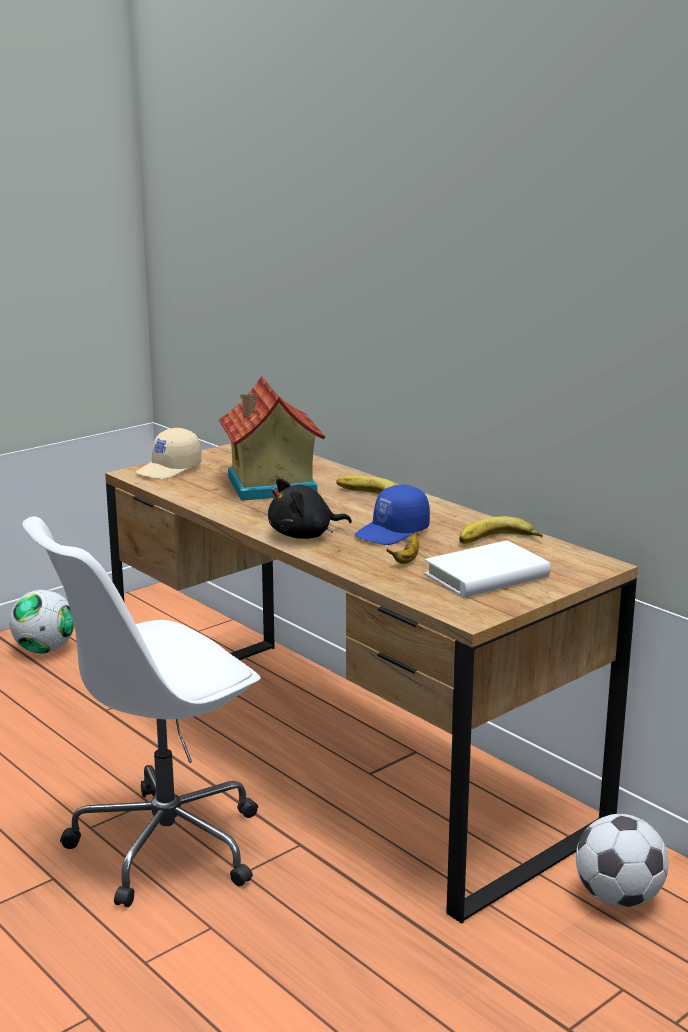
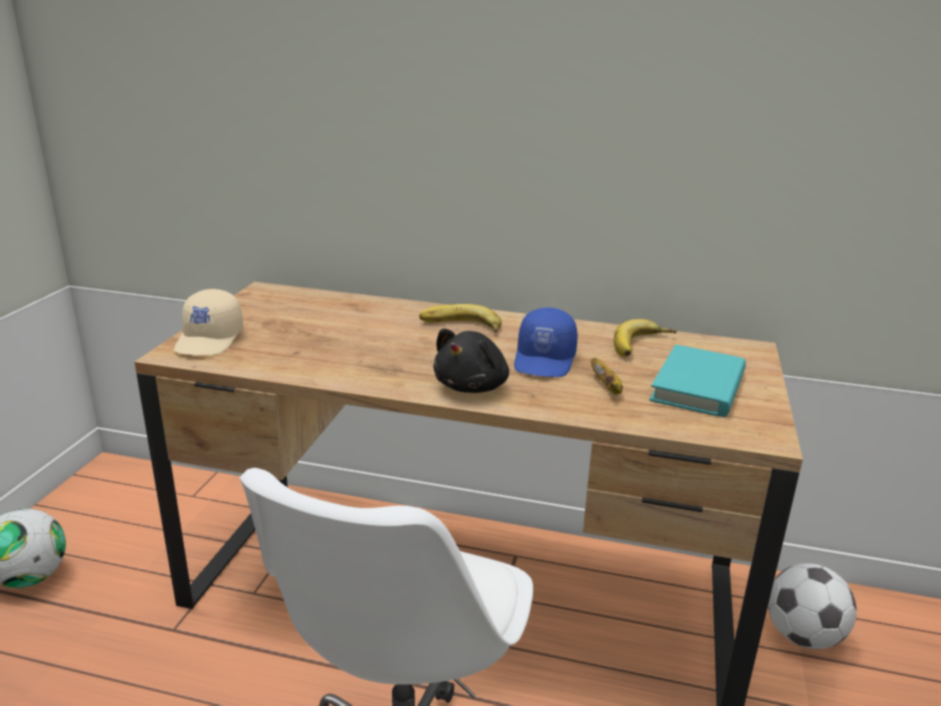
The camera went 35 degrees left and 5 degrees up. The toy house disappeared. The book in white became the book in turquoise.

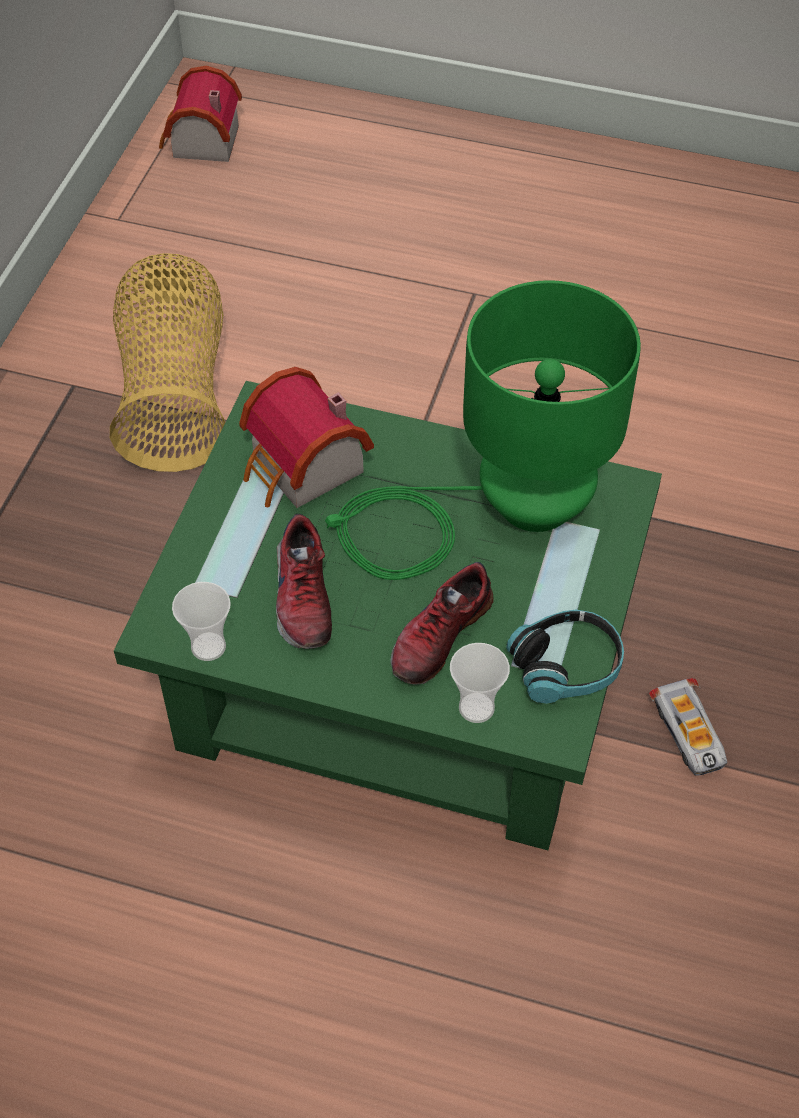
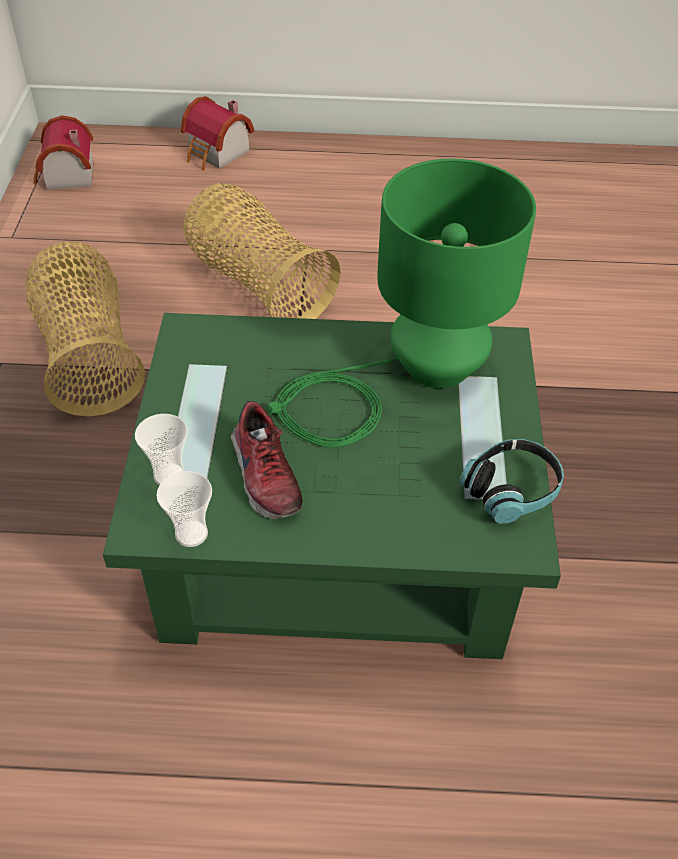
The camera went 15 degrees left and 5 degrees down. The toy house (2nd from left) moved. The shoe (2nd from left) disappeared. The cup (2nd from left in the first image) moved. The toy car disappeared. The basket (2nd from left) appeared.

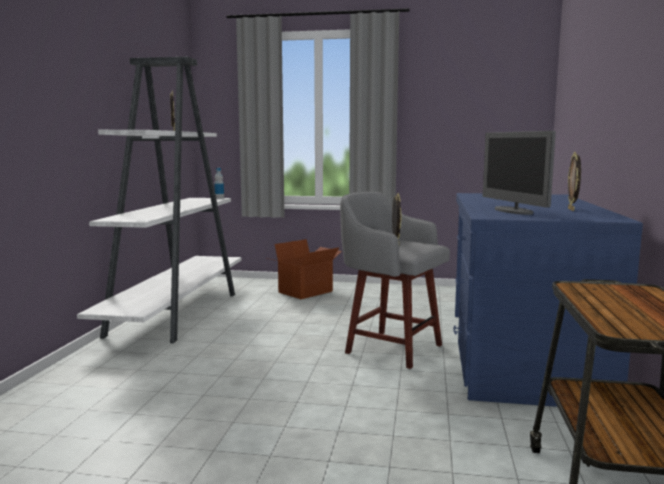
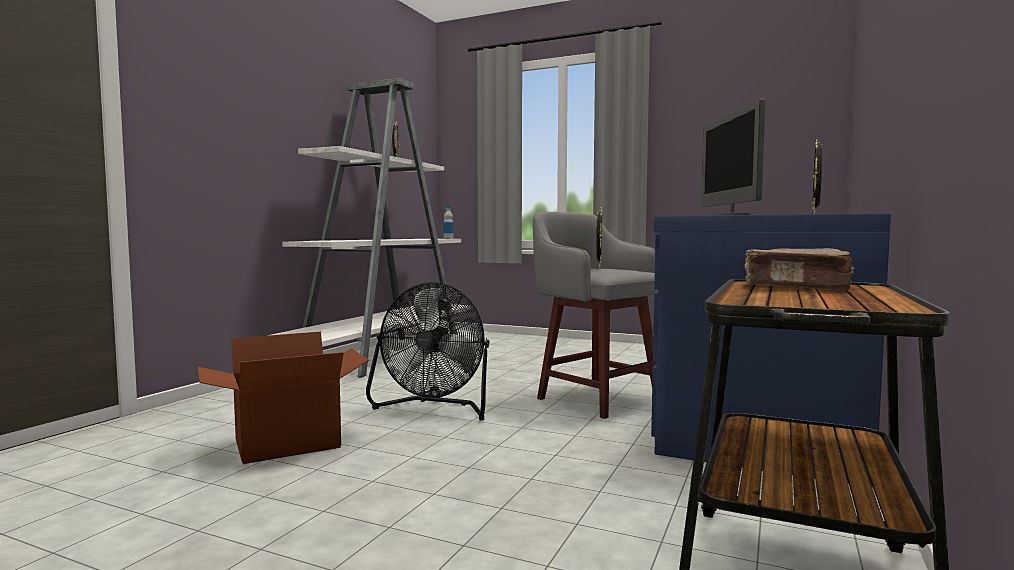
The camera went 15 degrees right and 5 degrees down. The cardboard box moved. The book in brown appeared. The fan in black appeared.

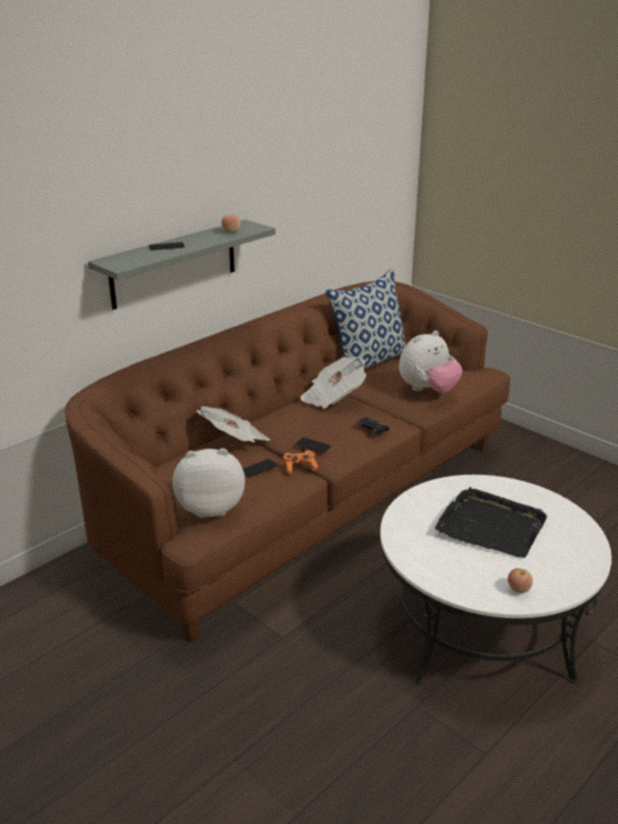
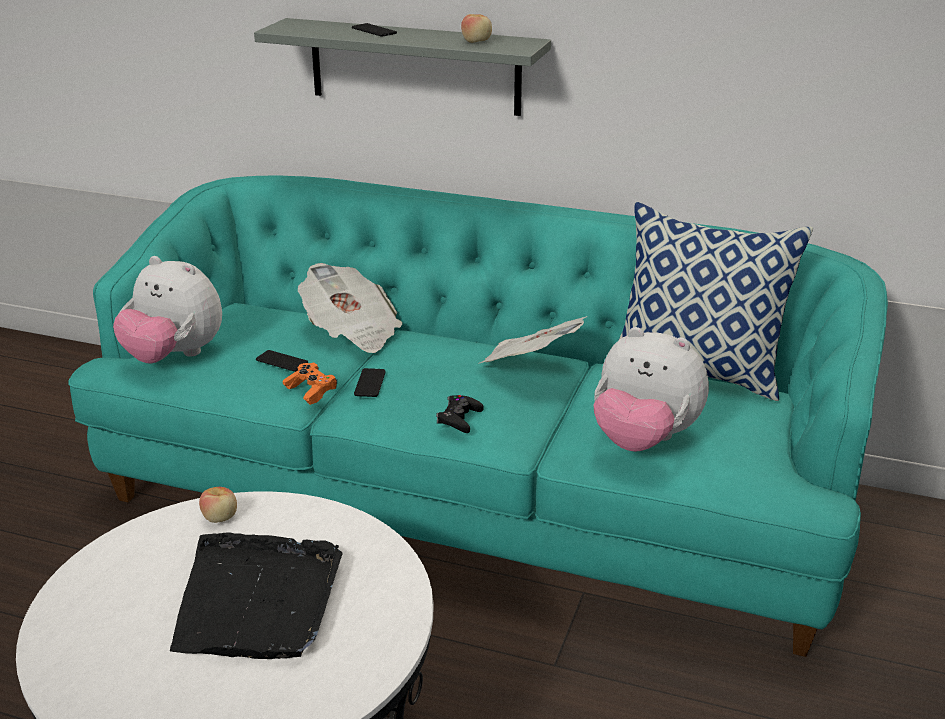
The camera went 65 degrees right and 0 degrees up. The sofa in brown became the sofa in turquoise. The plush toy (1st from left) turned 150 degrees clockwise. The apple (2nd from left in the first image) moved.

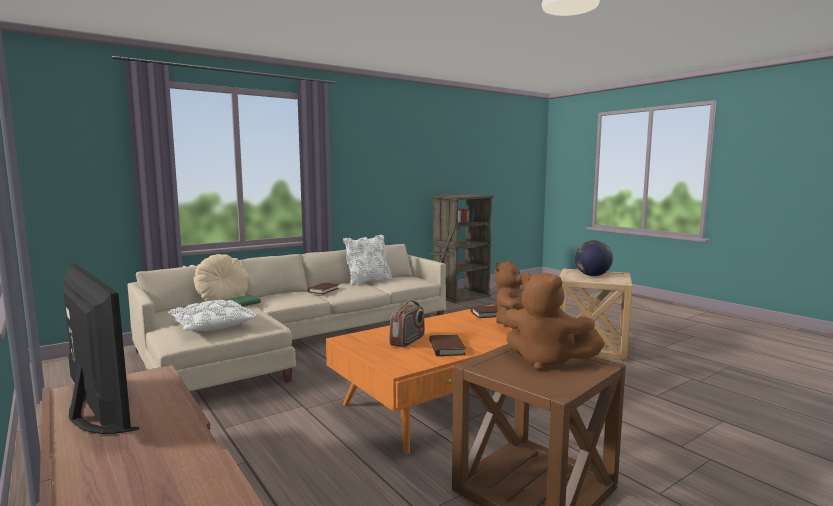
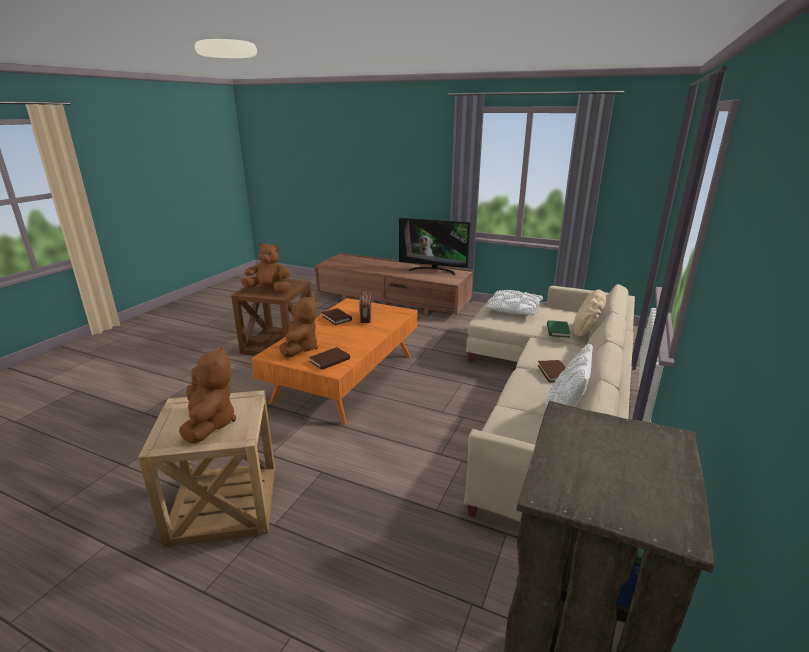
The camera went 150 degrees right and 15 degrees up. The globe was replaced by the plush toy in brown (1st from left).

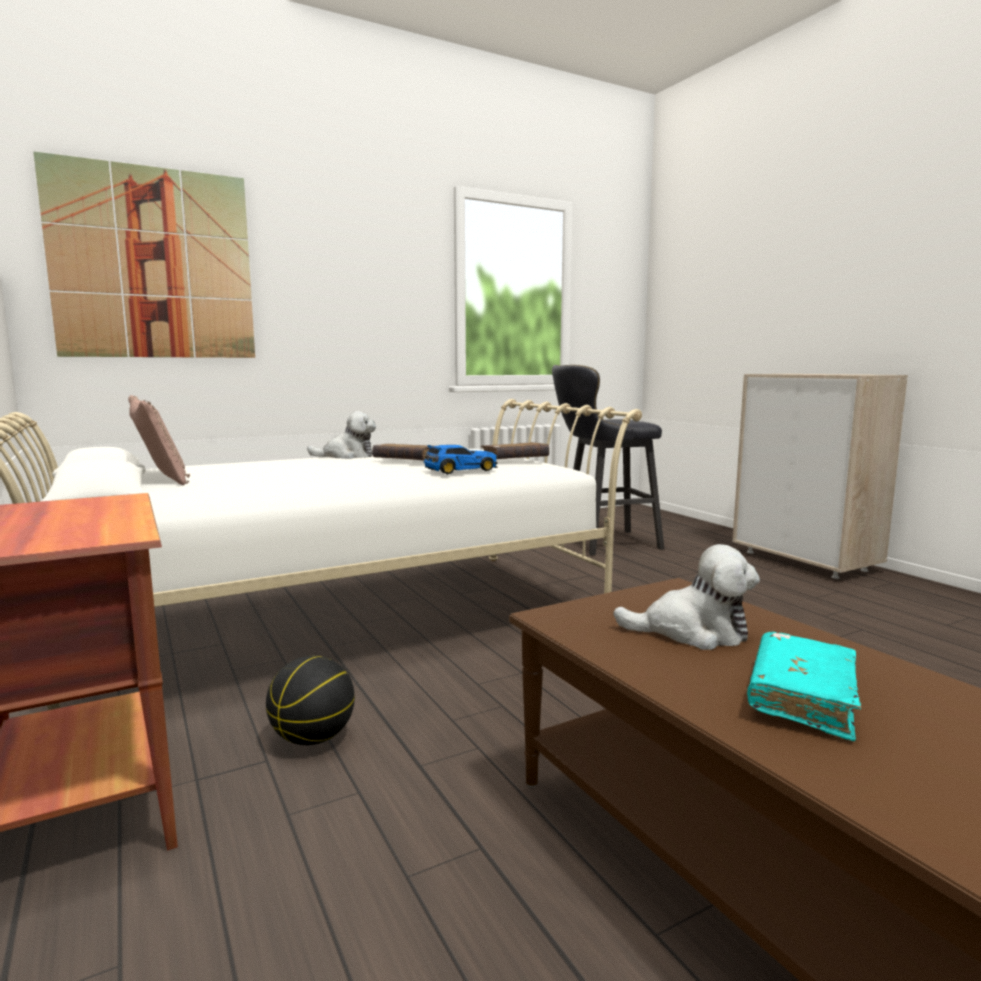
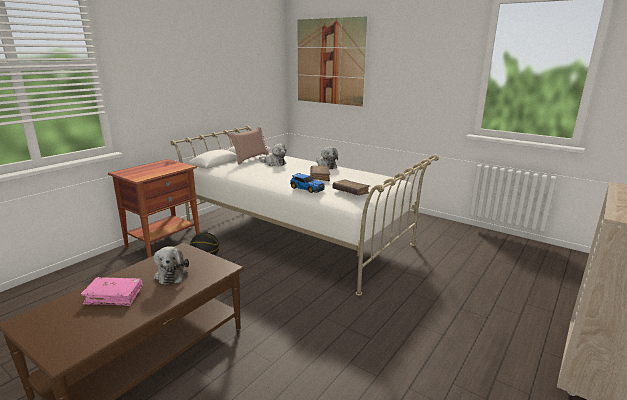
The camera went 65 degrees right and 10 degrees up. The stool in black disappeared. The book in turquoise became the book in pink. The plush toy (2nd from left) appeared.

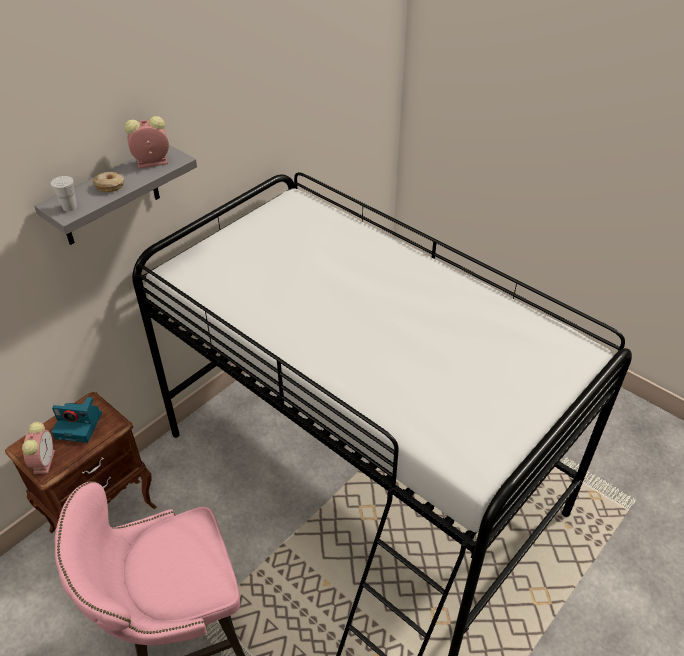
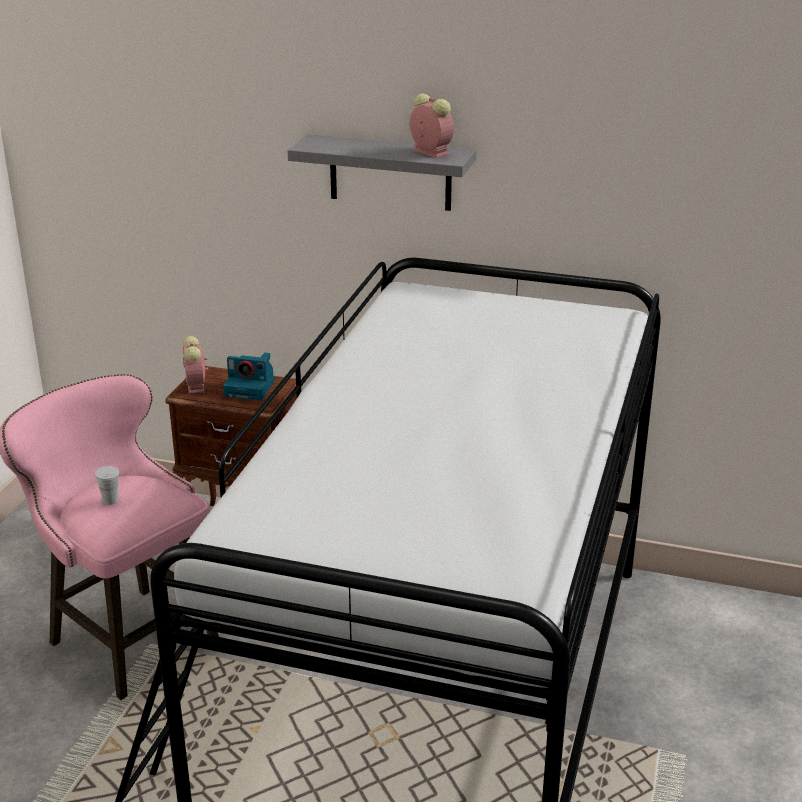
The camera went 65 degrees right and 15 degrees down. The donut disappeared. The cup in white moved. The photo camera turned 60 degrees counterclockwise. The alarm clock (1st from left) turned 105 degrees clockwise.

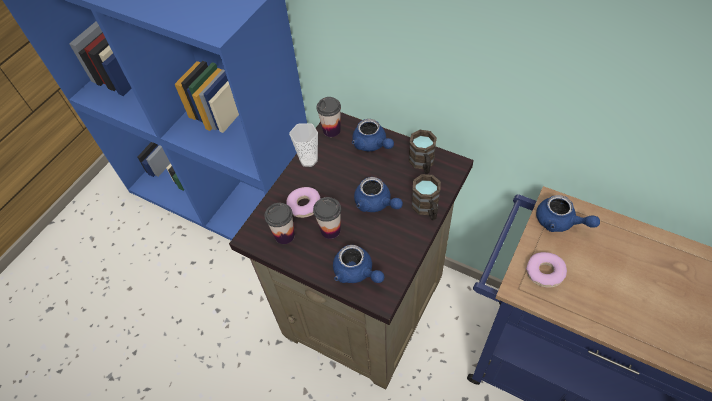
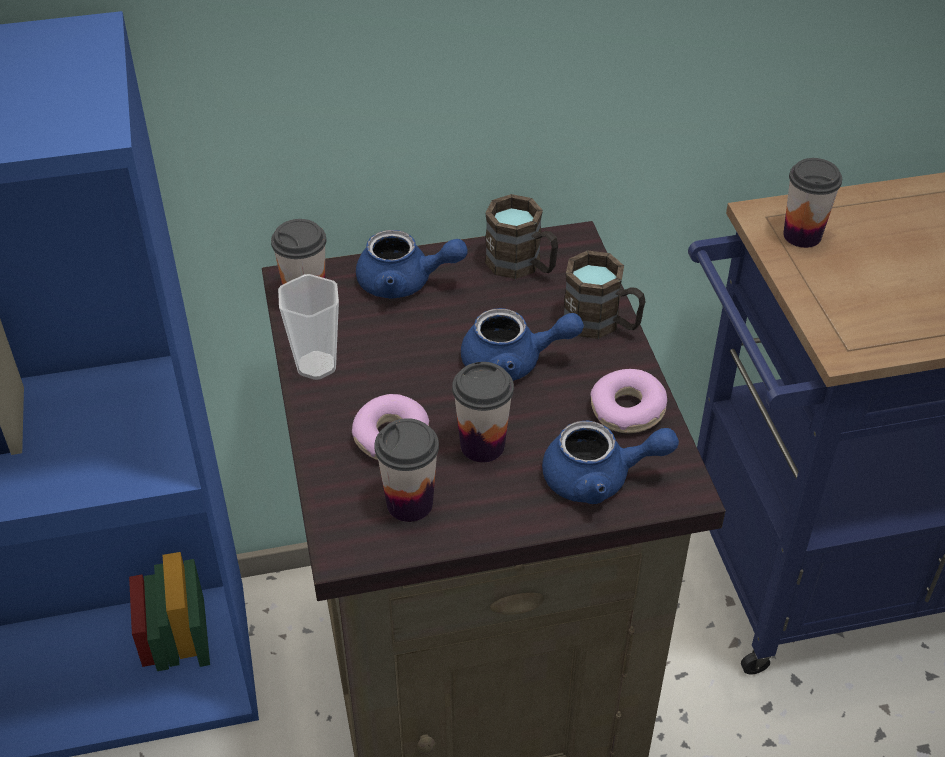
The camera went 45 degrees left and 10 degrees down. The teapot in blue (4th from left) was replaced by the cup (5th from left). The donut (2nd from left) moved.

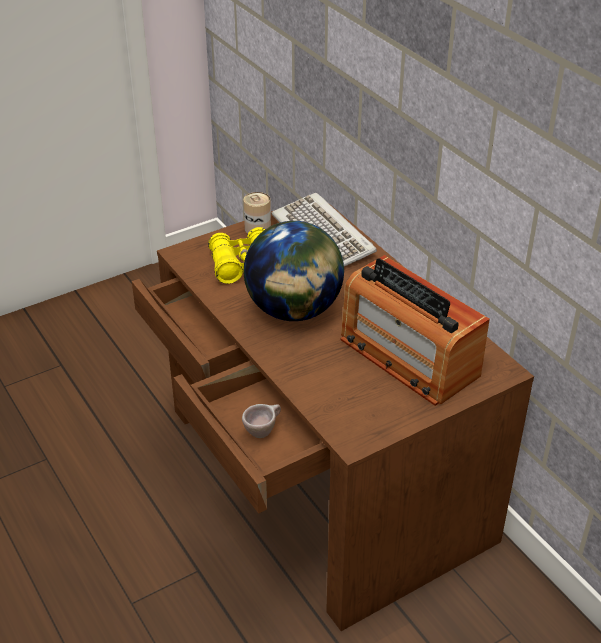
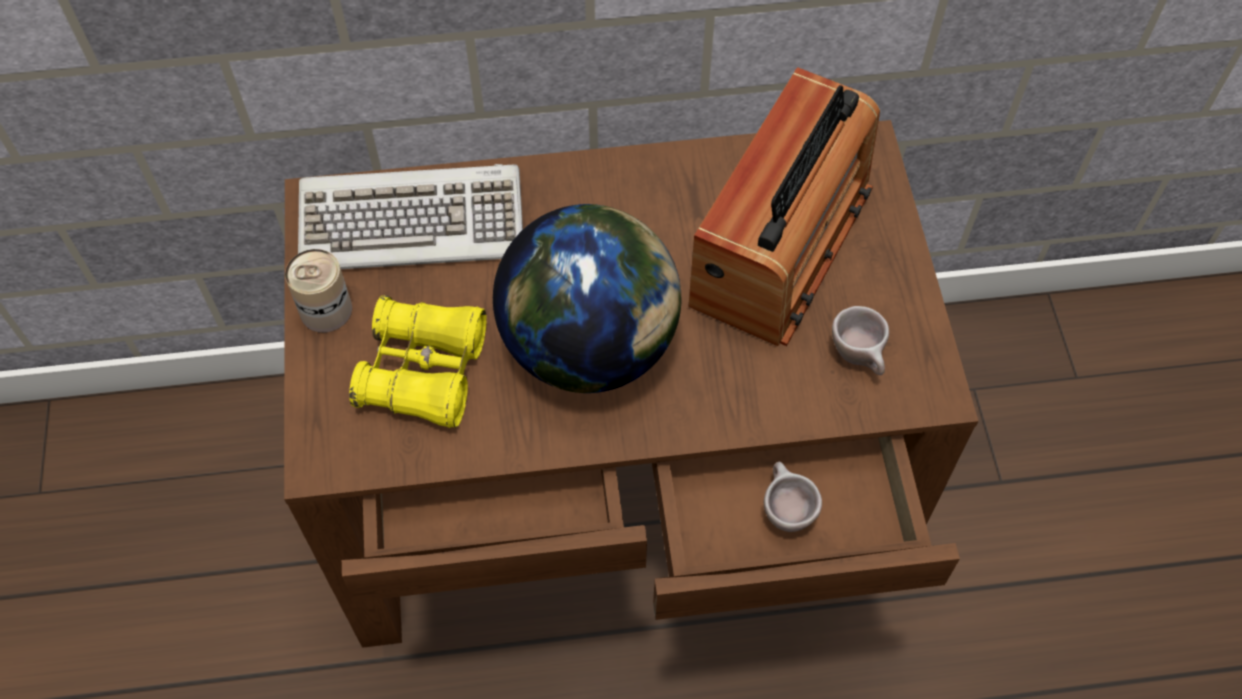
The camera went 65 degrees left and 20 degrees up. The radio turned 45 degrees counterclockwise. The cup in beige (2nd from left) appeared.

